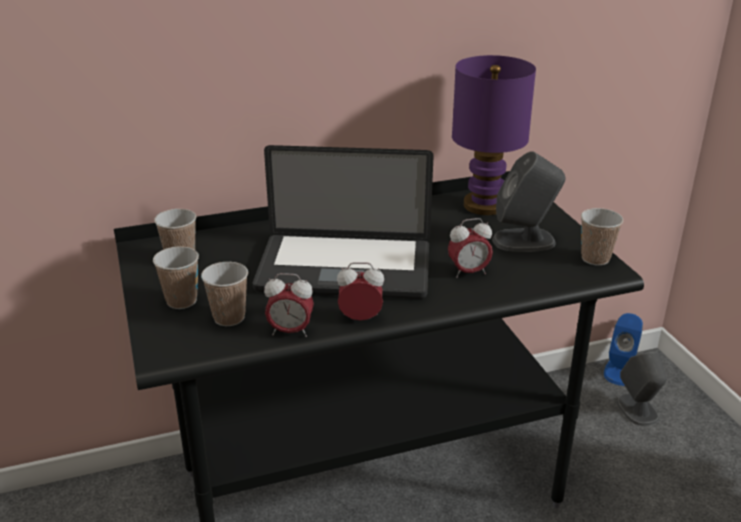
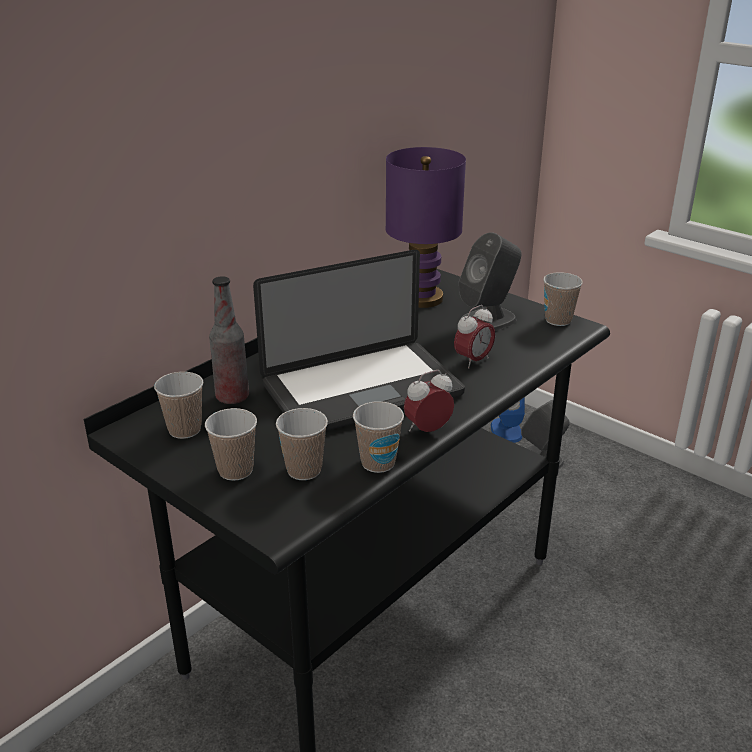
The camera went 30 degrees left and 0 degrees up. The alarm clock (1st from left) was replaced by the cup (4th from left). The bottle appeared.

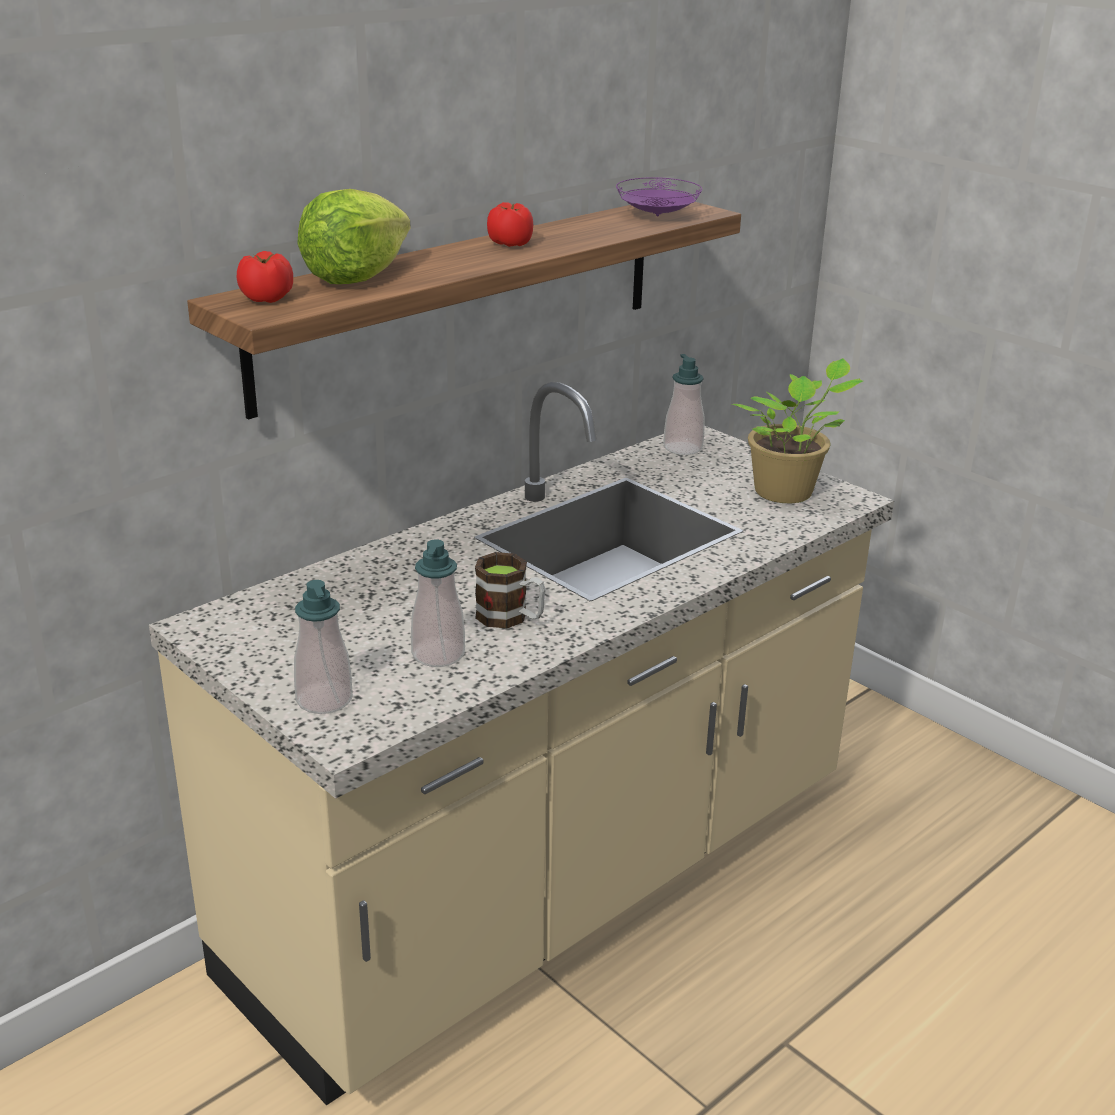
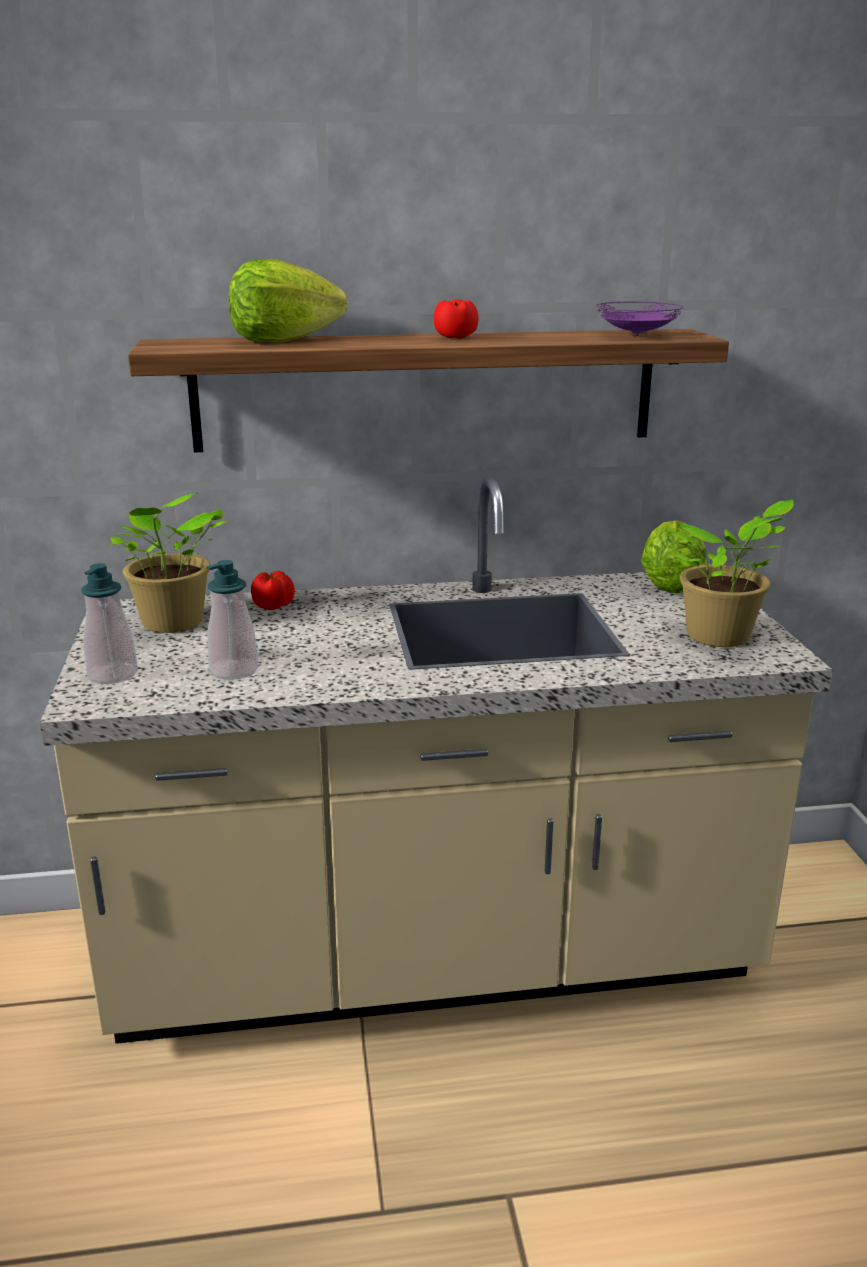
The camera went 35 degrees right and 5 degrees down. The tomato (1st from left) moved. The soap dispenser (3rd from left) was replaced by the lettuce (2nd from left). The mug disappeared. The potted plant (1st from left) appeared.

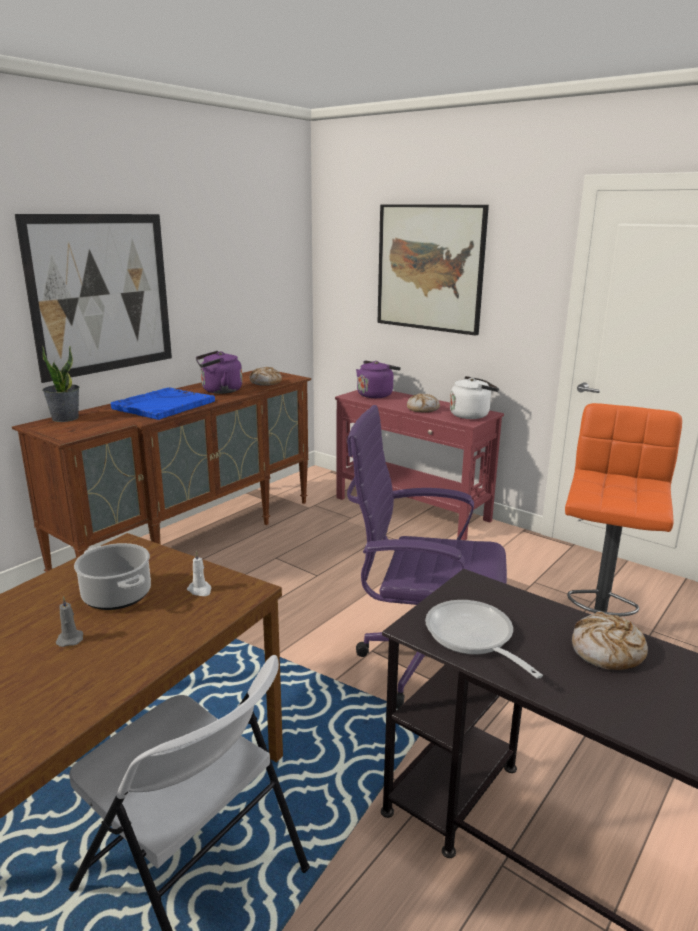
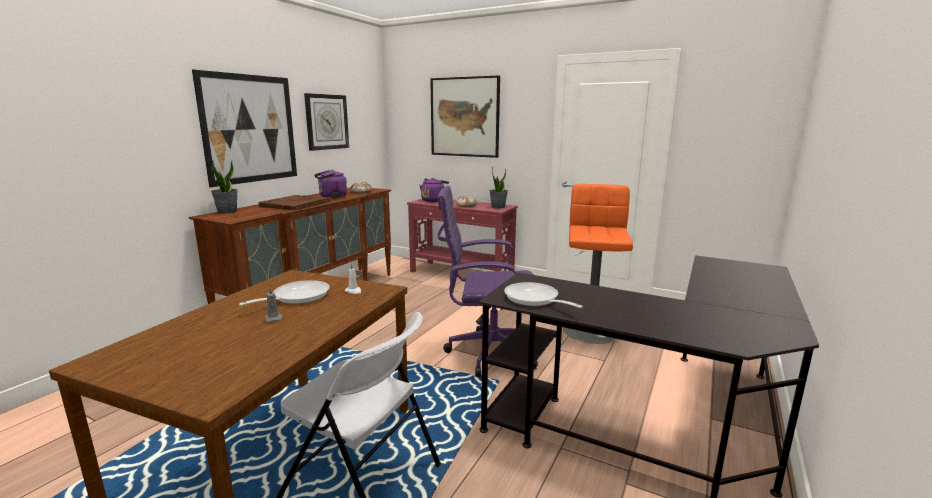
The camera went 10 degrees left and 5 degrees down. The kettle in white was replaced by the potted plant (2nd from left). The tray in blue became the tray in brown. The cooking pot was replaced by the frying pan (1st from left). The bread (3rd from left) disappeared. The wall clock appeared.

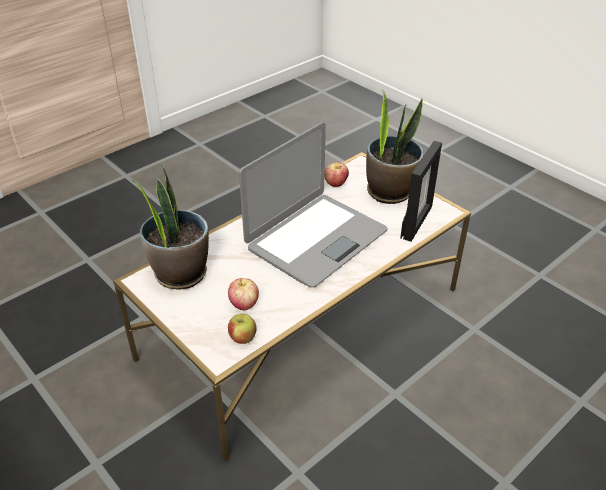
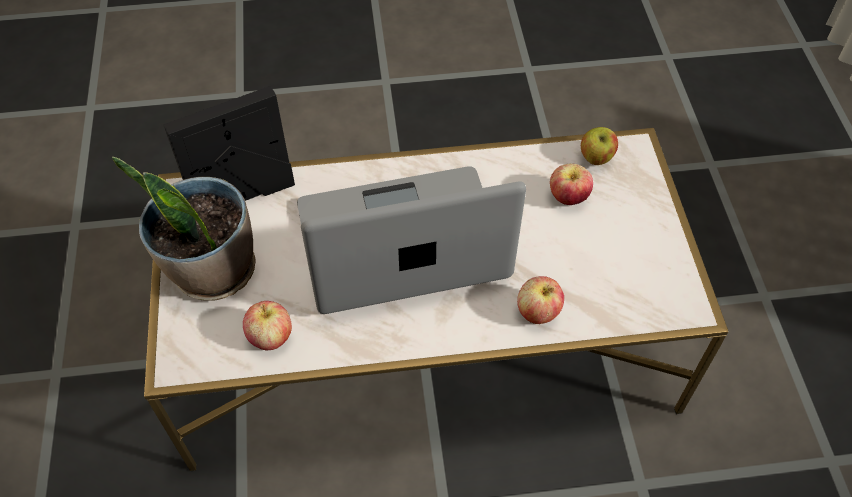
The camera went 145 degrees left and 15 degrees up. The potted plant (1st from left) disappeared. The apple (2nd from left) appeared.

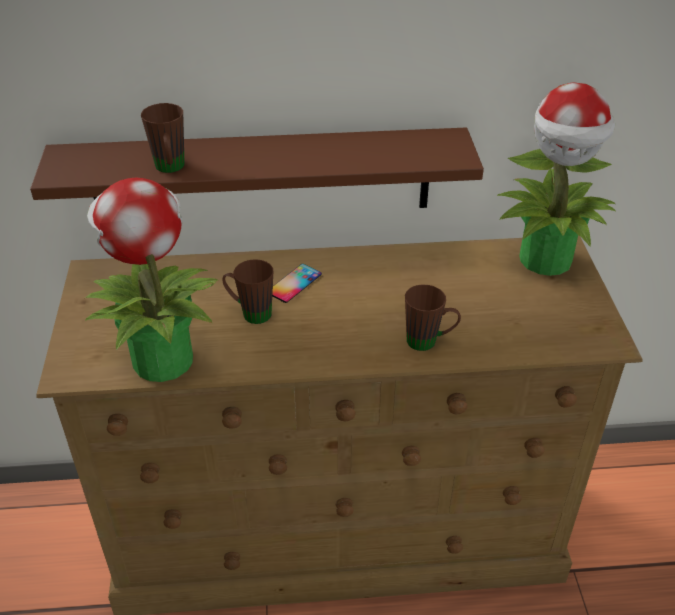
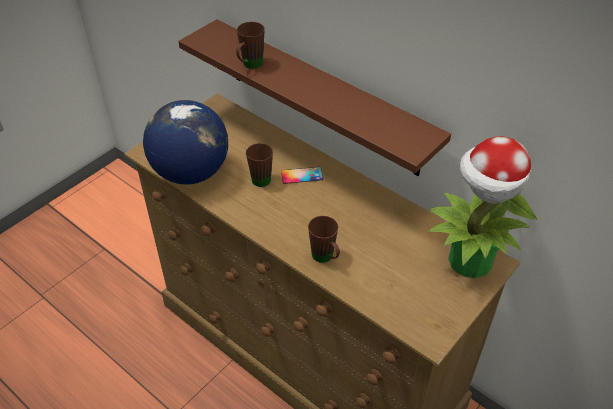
The camera went 45 degrees right and 5 degrees up. The potted plant (1st from left) was replaced by the globe.

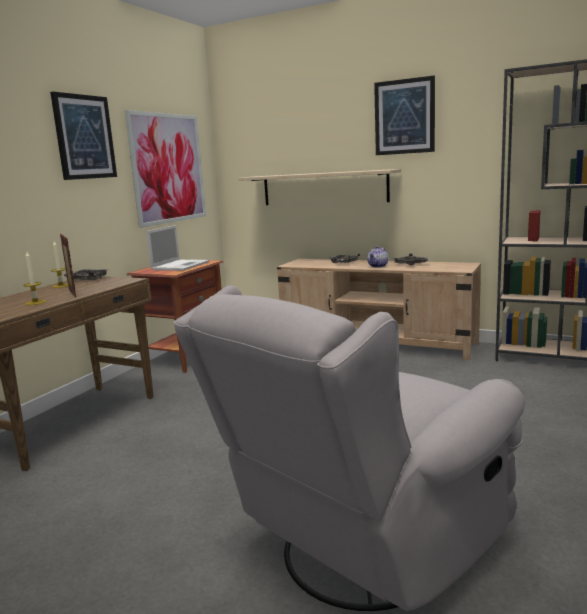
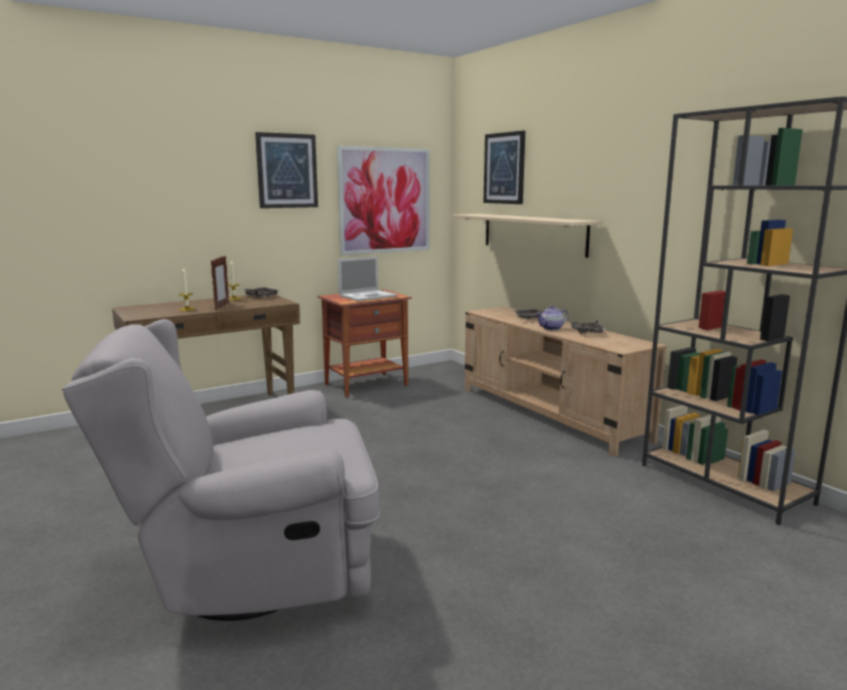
The camera went 30 degrees right and 0 degrees up. The picture (3rd from left) moved.

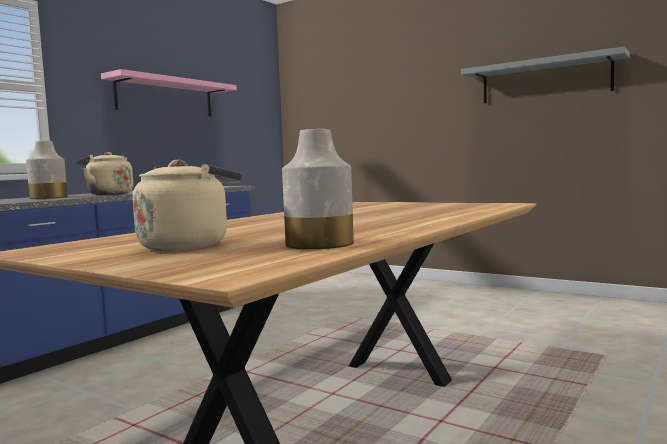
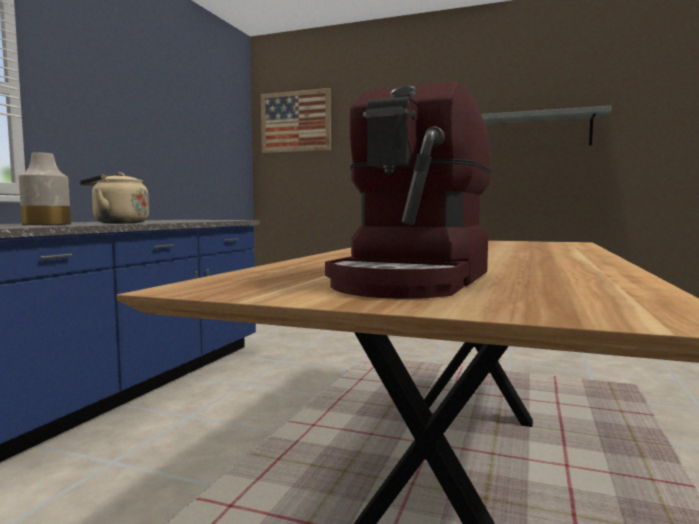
The camera went 15 degrees left and 0 degrees up. The shelf in pink disappeared. The vase in beige (2nd from left) disappeared. The kettle in beige (2nd from left) was replaced by the coffee machine. The picture appeared.

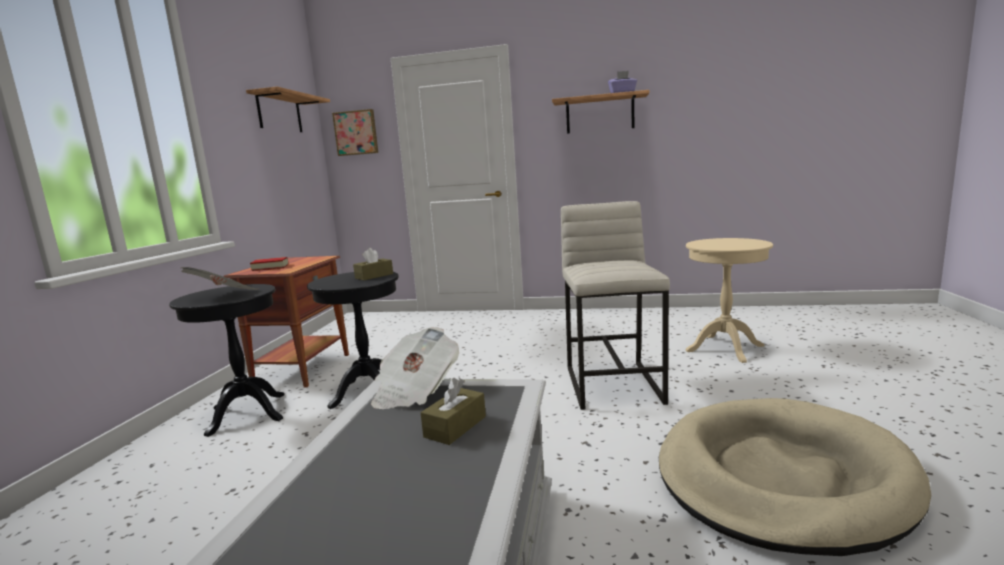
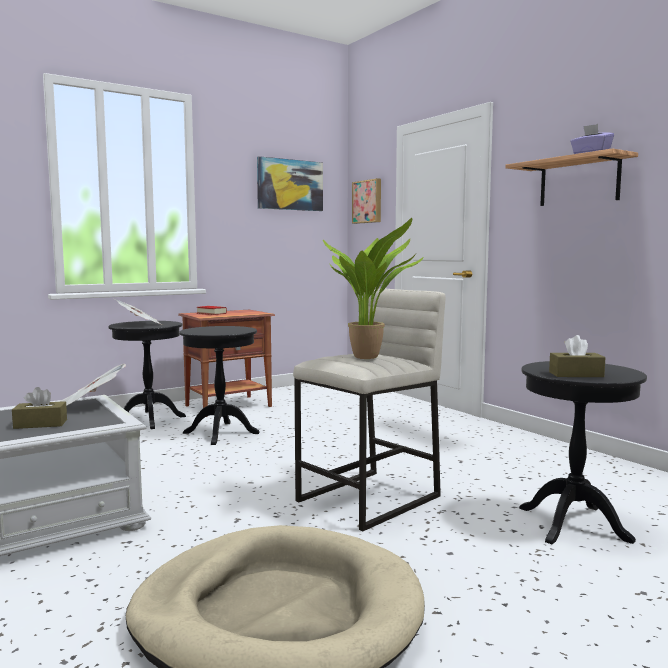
The camera went 45 degrees right and 5 degrees down. The shelf (1st from left) was replaced by the picture (1st from left). The side table in beige became the side table in black (3rd from left). The tissue box in brown (1st from left in the first image) moved. The potted plant appeared.

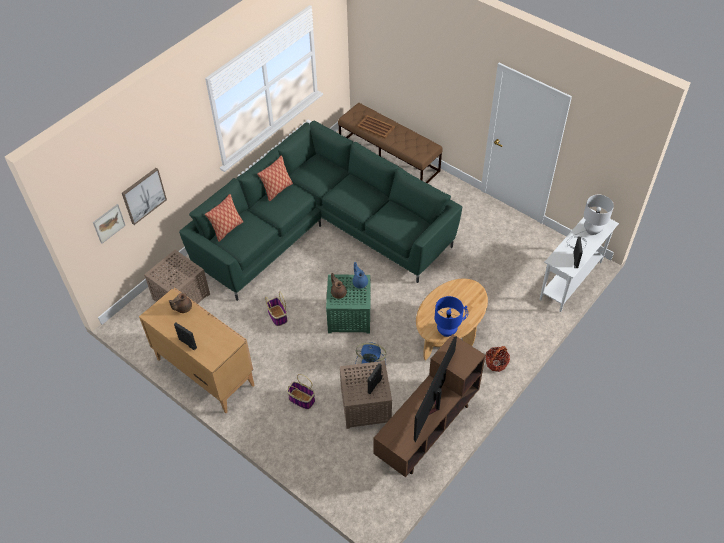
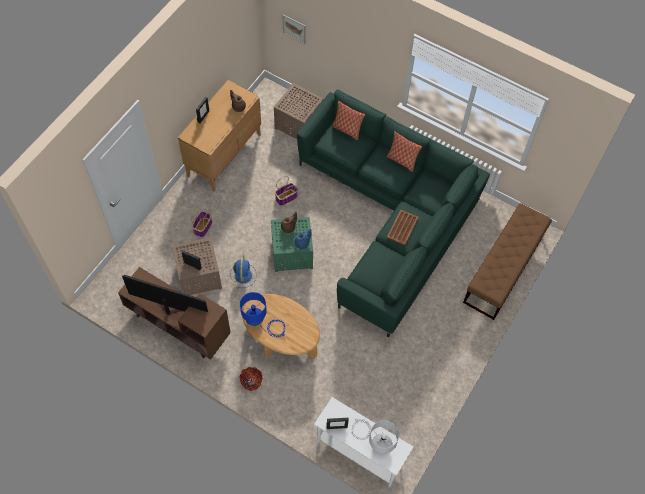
The camera went 80 degrees right and 10 degrees up. The tray in brown moved. The picture (2nd from left) disappeared.

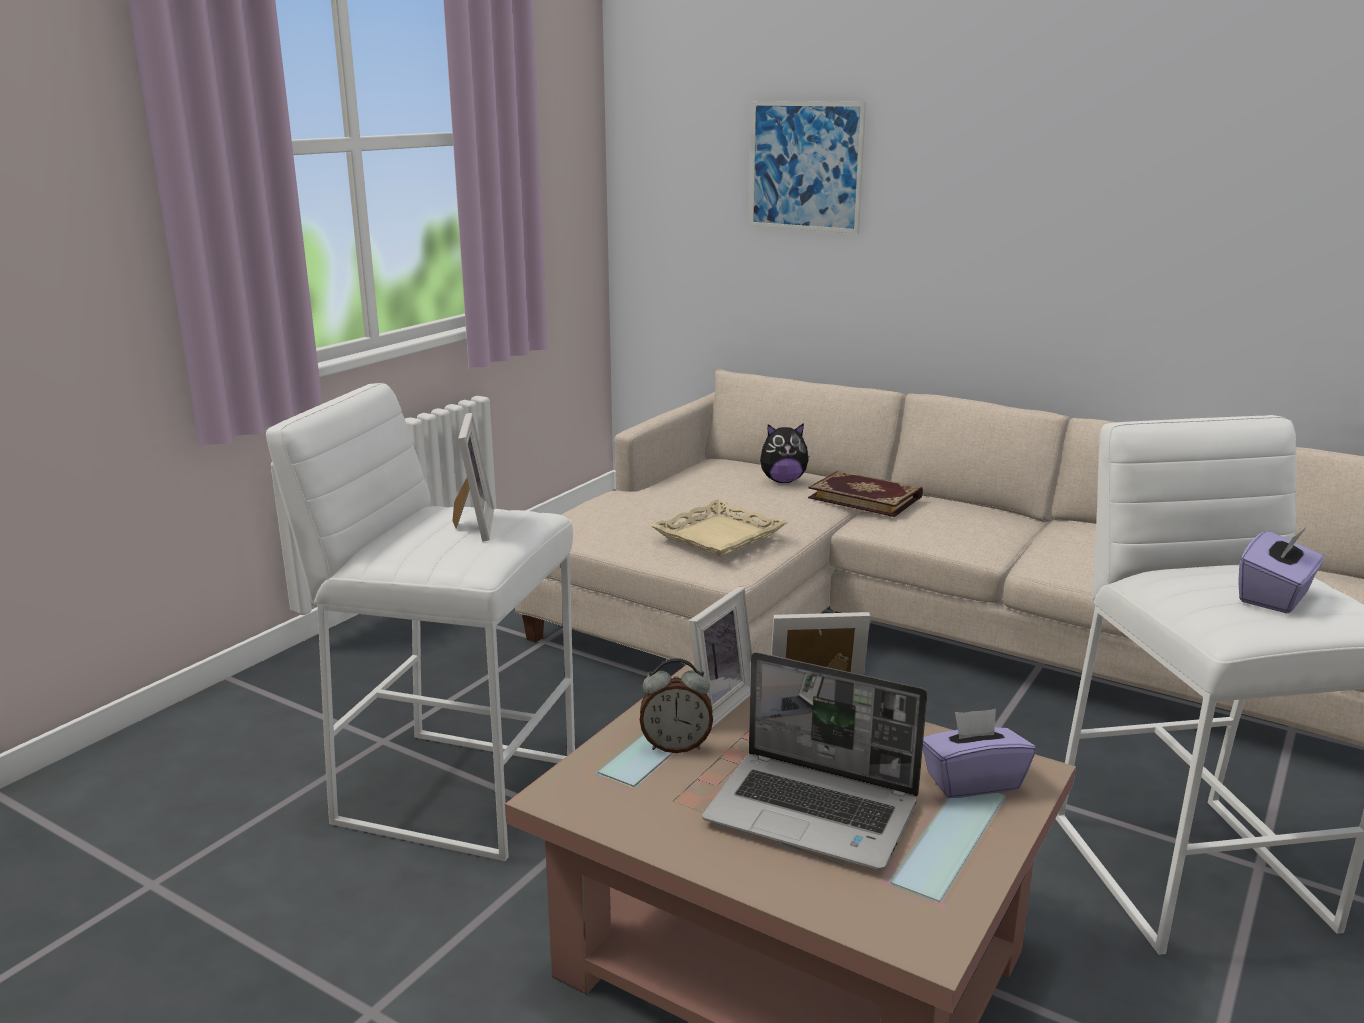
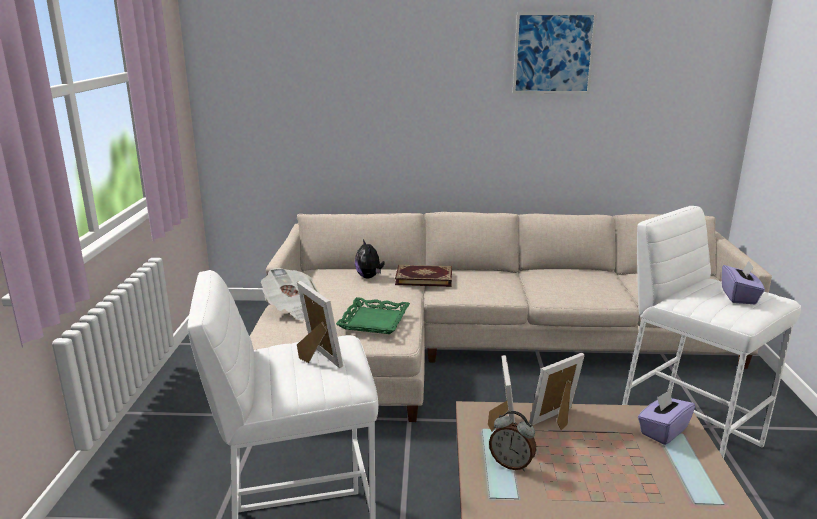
The camera went 30 degrees left and 0 degrees up. The picture moved. The plush toy turned 105 degrees clockwise. The tray in beige became the tray in green. The laptop disappeared. The alarm clock turned 60 degrees clockwise. The newspaper appeared.

